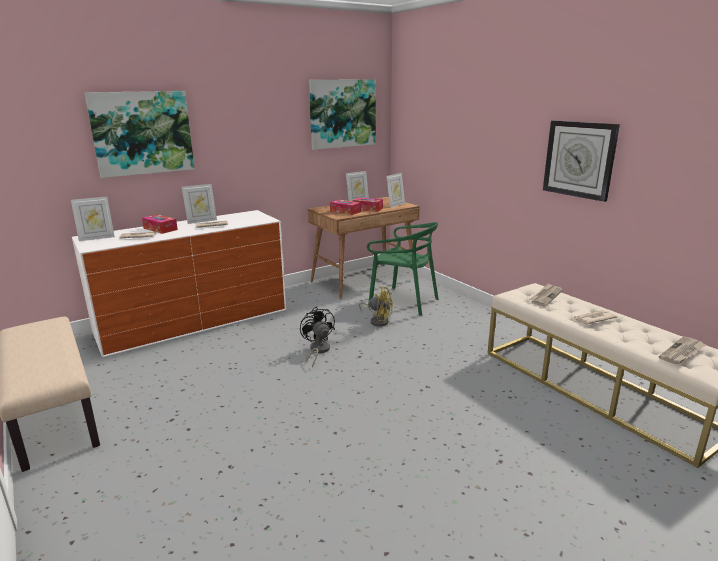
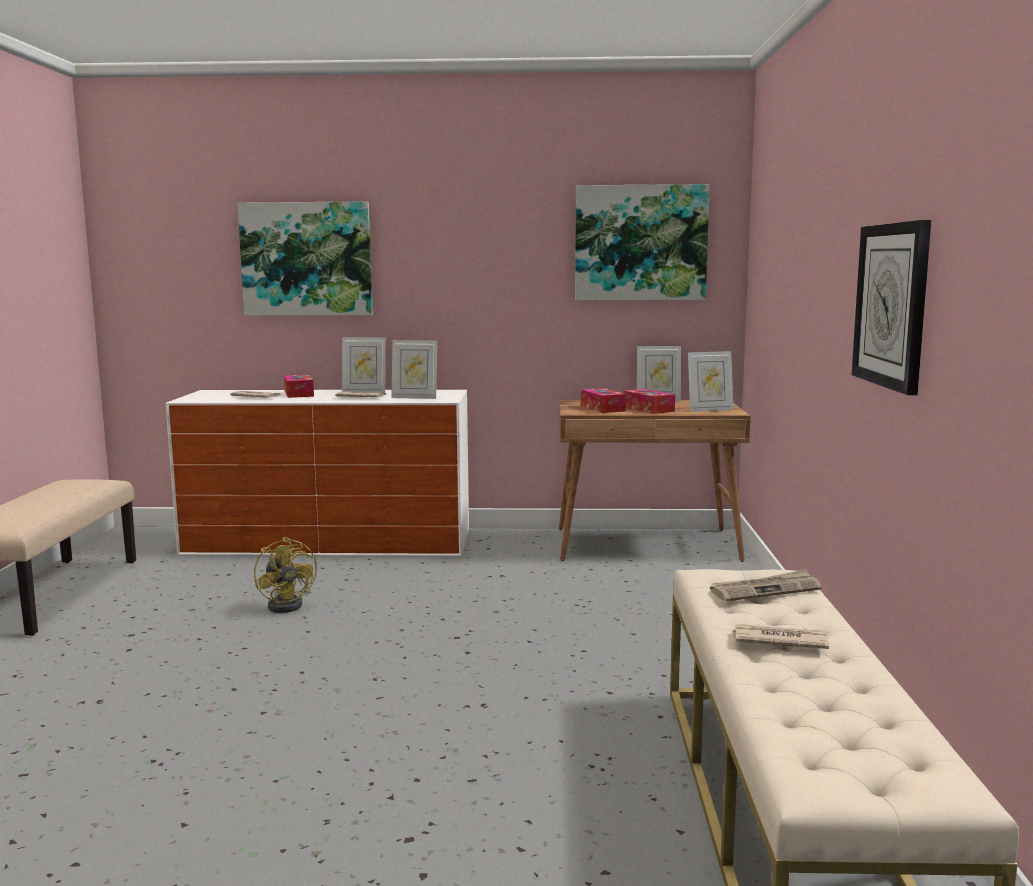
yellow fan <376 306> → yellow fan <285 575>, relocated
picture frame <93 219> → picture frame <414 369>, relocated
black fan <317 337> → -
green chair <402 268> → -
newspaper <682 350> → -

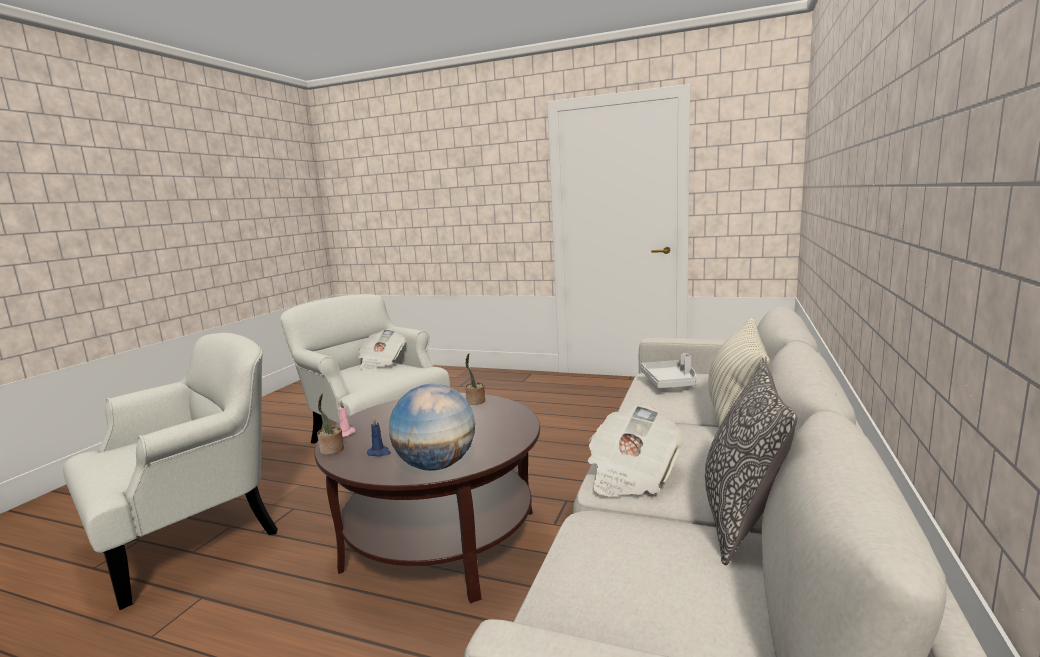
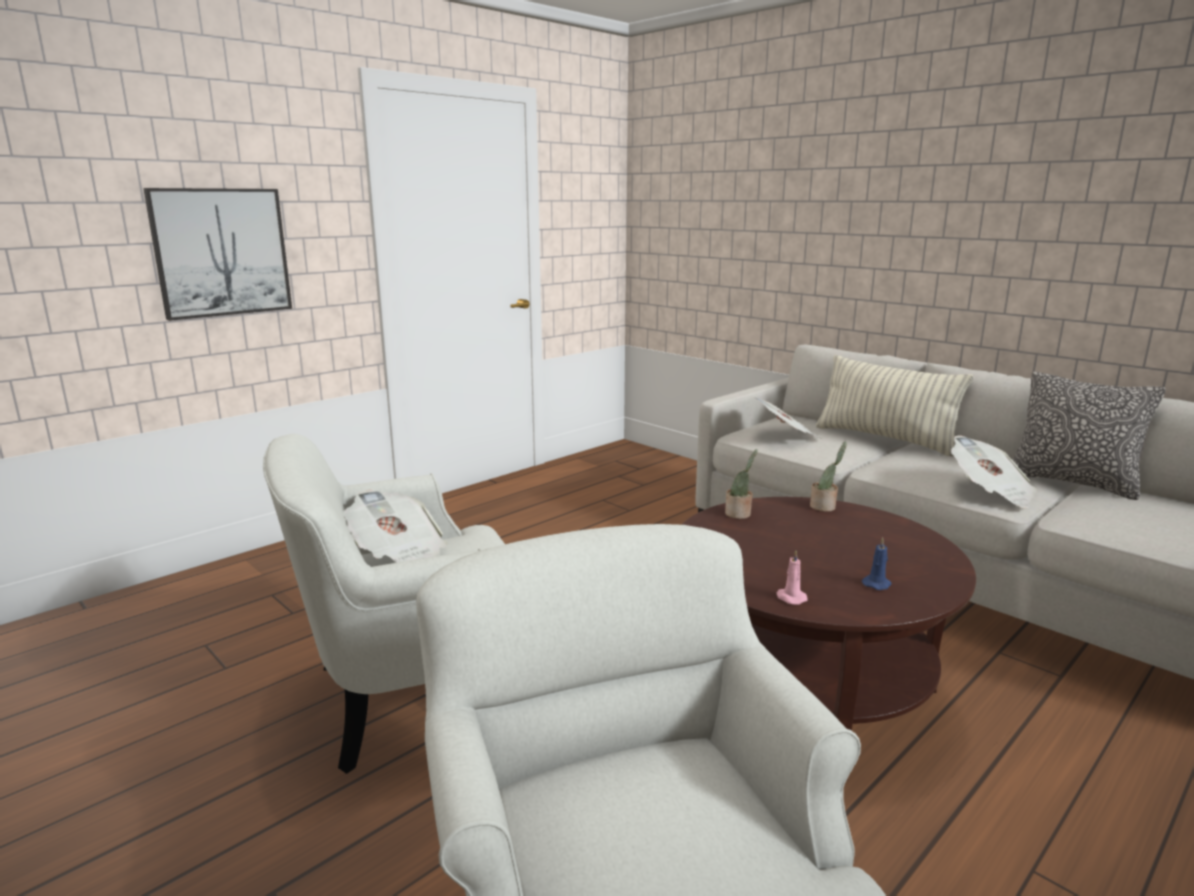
- → picture <217 254>
grey tray <668 370> → newspaper <788 418>
potted plant <330 424> → potted plant <828 477>, relocated
globe <432 427> → -

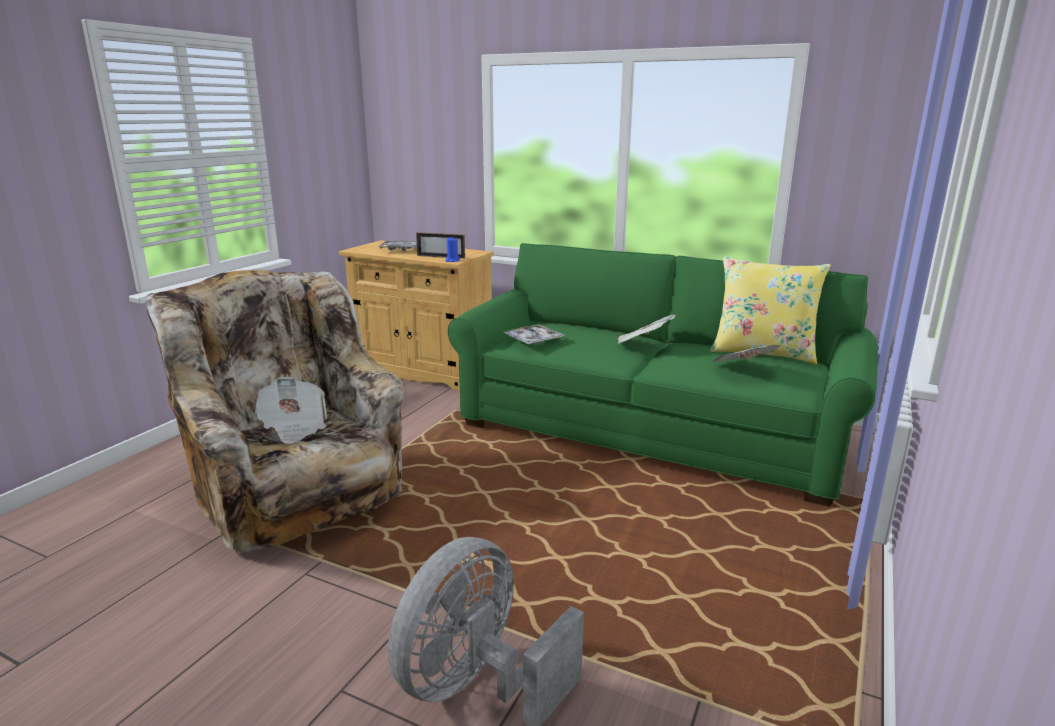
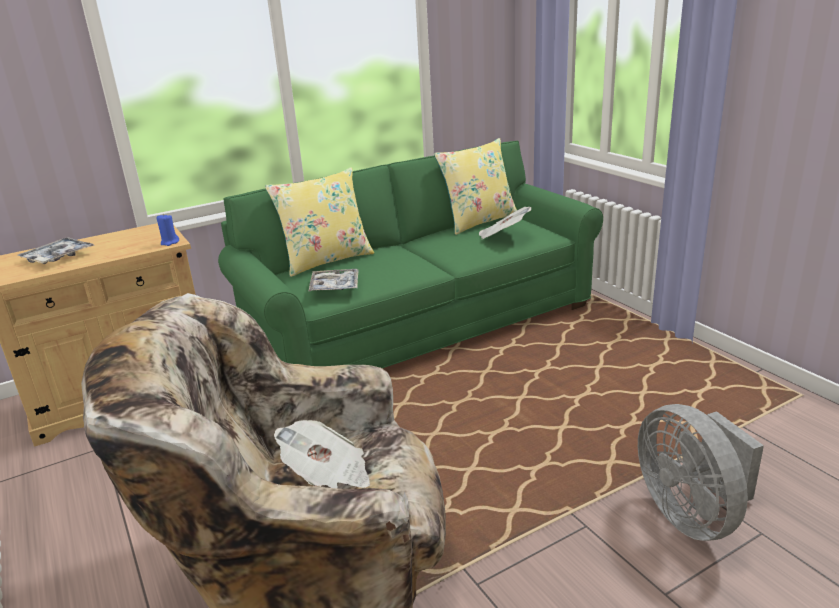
- → yellow pillow <319 222>
picture frame <440 245> → -
newspaper <647 329> → -

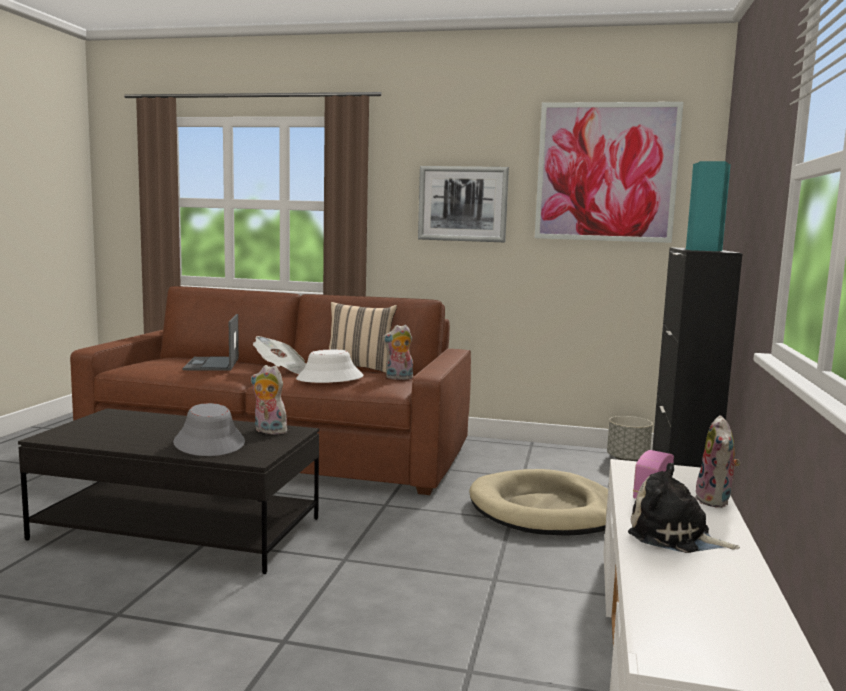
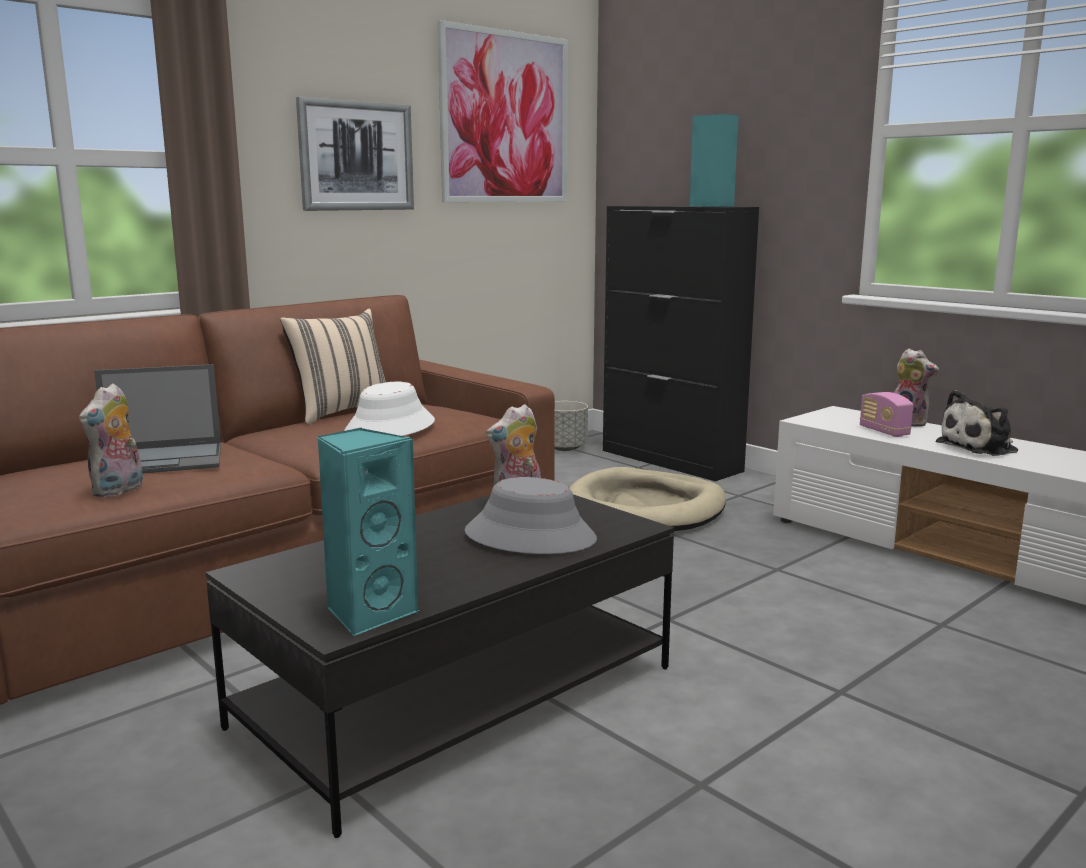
plush toy <397 352> → plush toy <111 440>, relocated
laptop <210 342> → laptop <157 419>, 45 degrees counterclockwise
- → turquoise speaker <368 531>
newspaper <280 355> → -

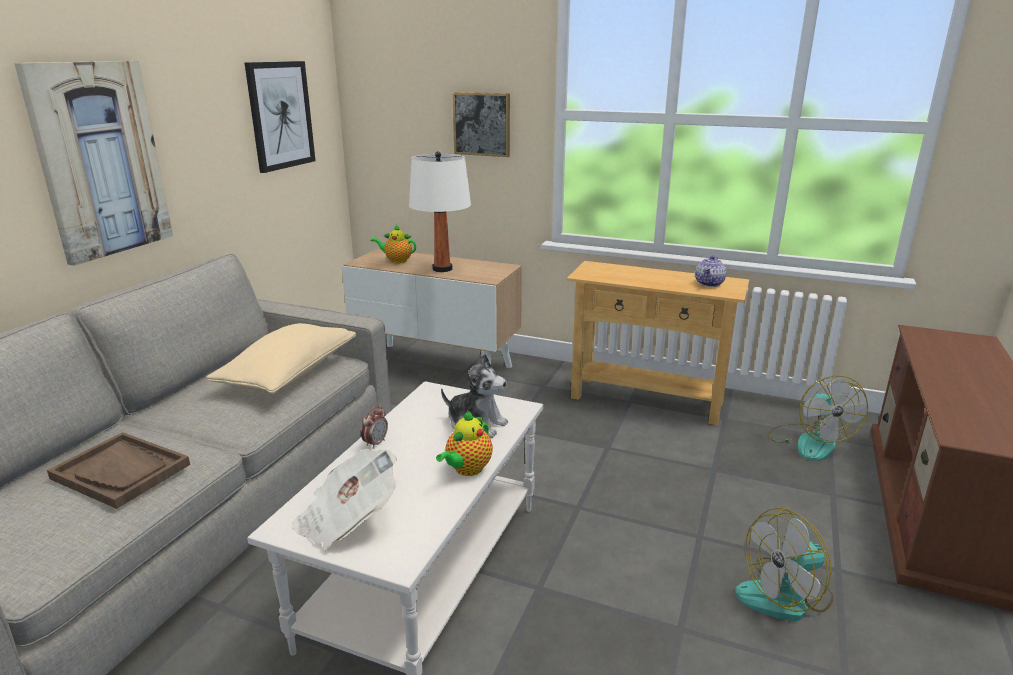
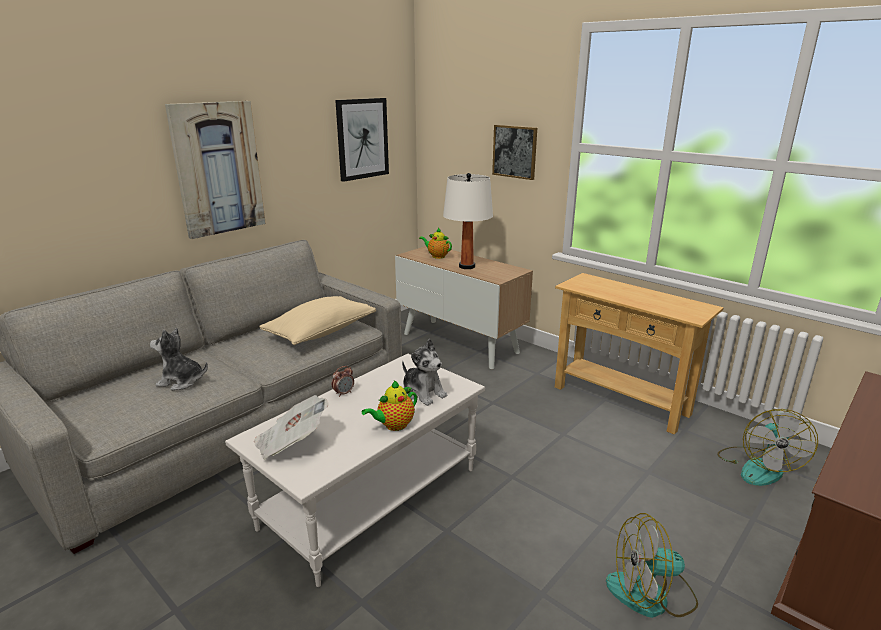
brown tray <118 470> → plush toy <179 359>
teapot <711 271> → -

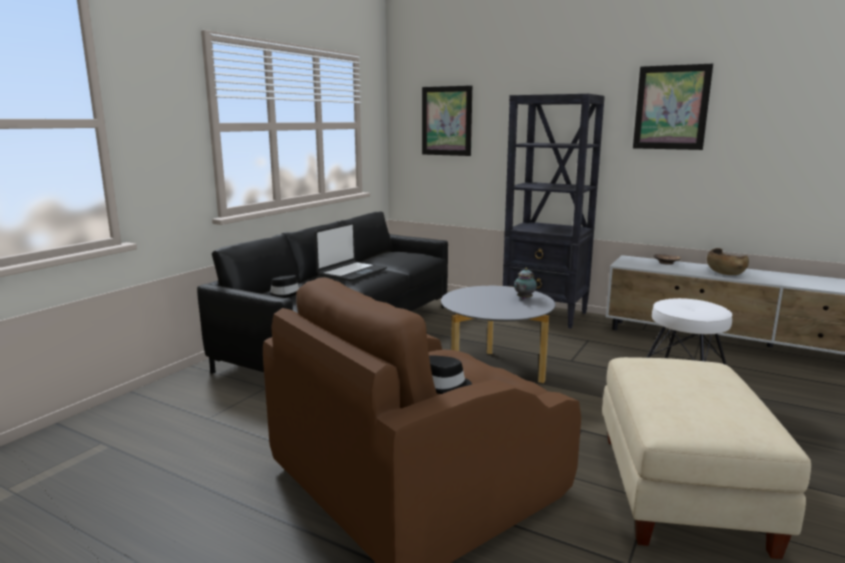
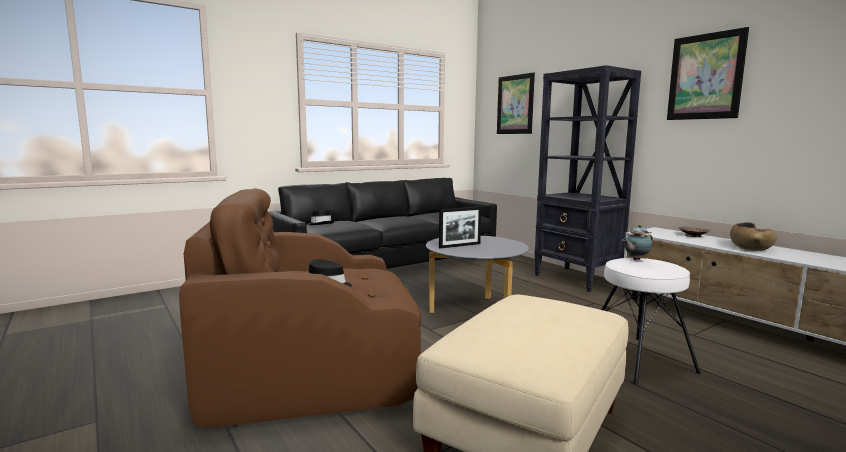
- → picture frame <460 227>
teapot <525 283> → teapot <637 242>, relocated
laptop <350 251> → -

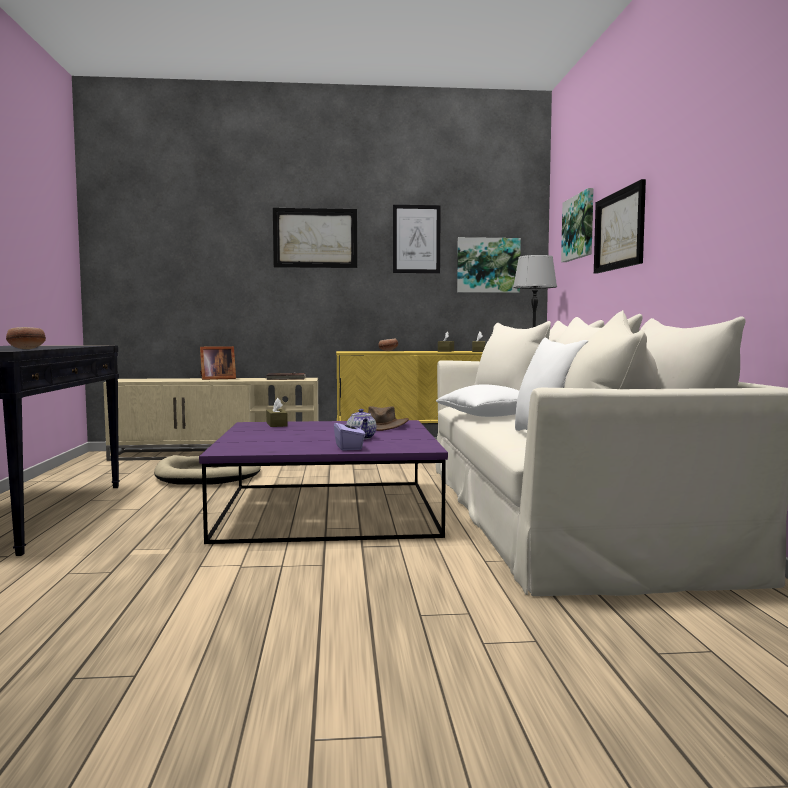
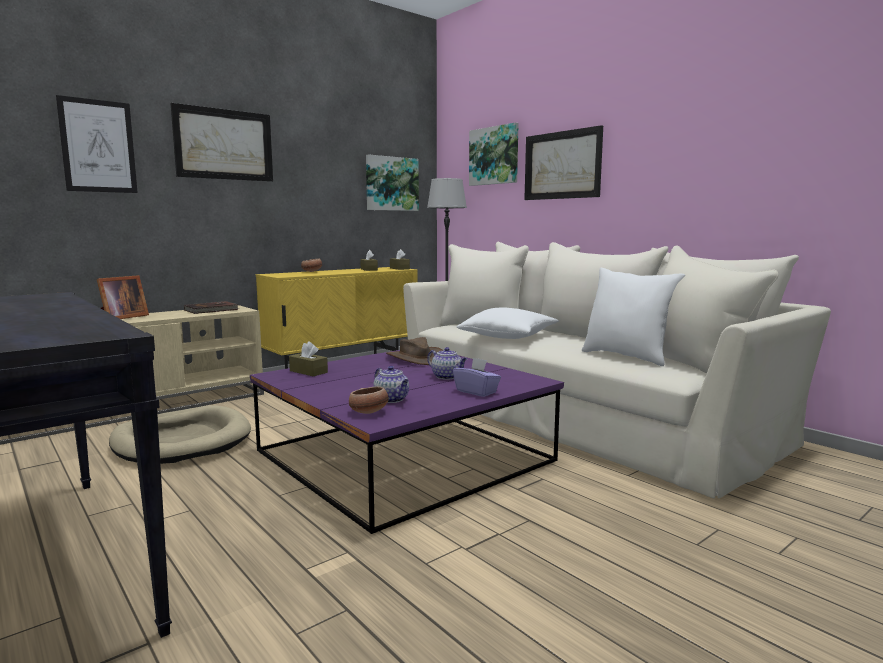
picture <417 239> → picture <97 144>, relocated
bowl <26 338> → bowl <369 400>, relocated
- → teapot <391 384>

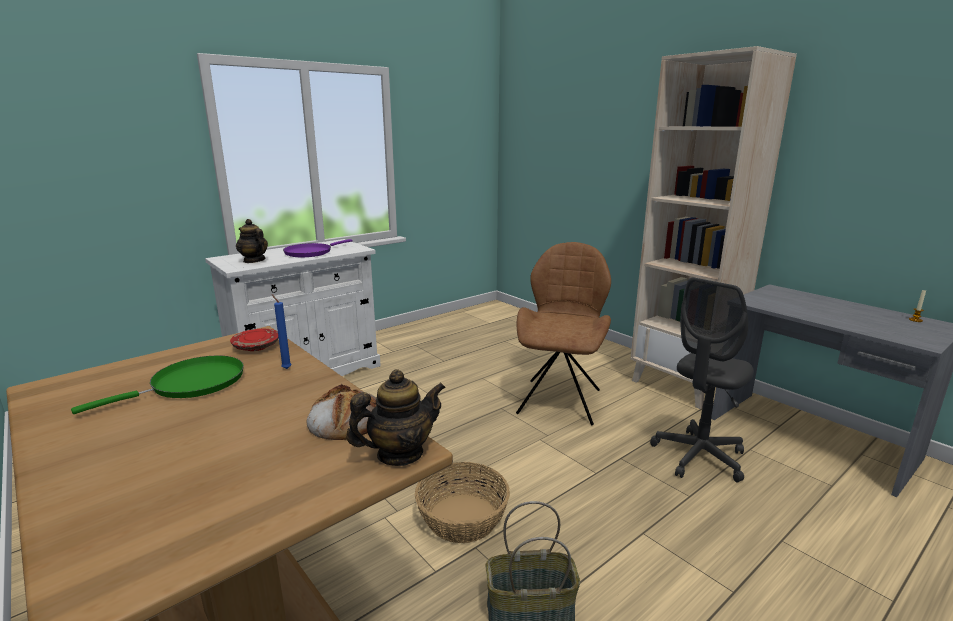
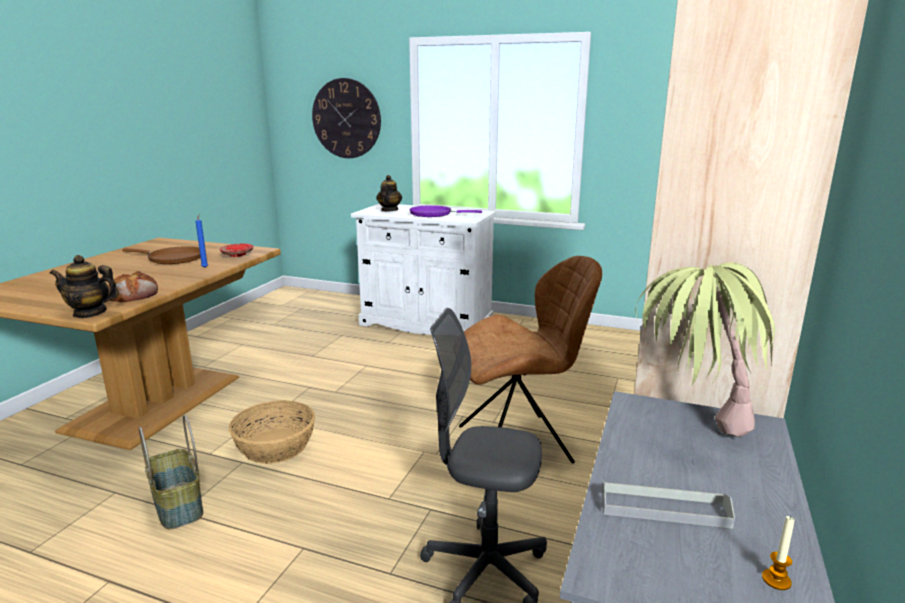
teapot <396 417> → teapot <84 286>, 150 degrees clockwise
green frying pan <157 385> → brown frying pan <161 255>
- → wall clock <346 118>
- → grey tray <668 505>
- → potted plant <705 349>

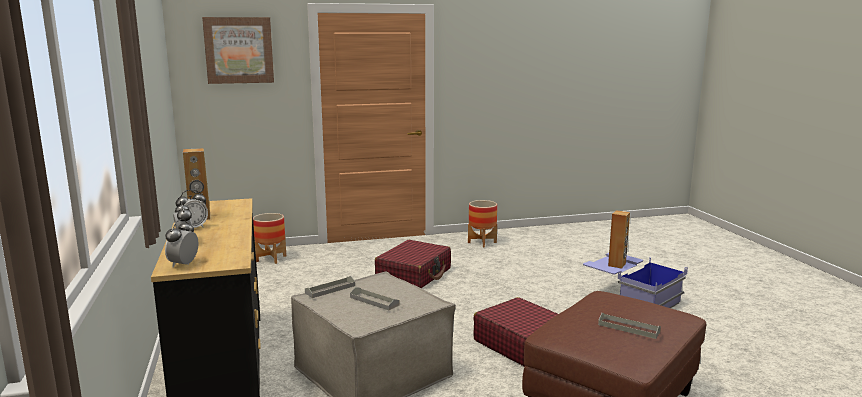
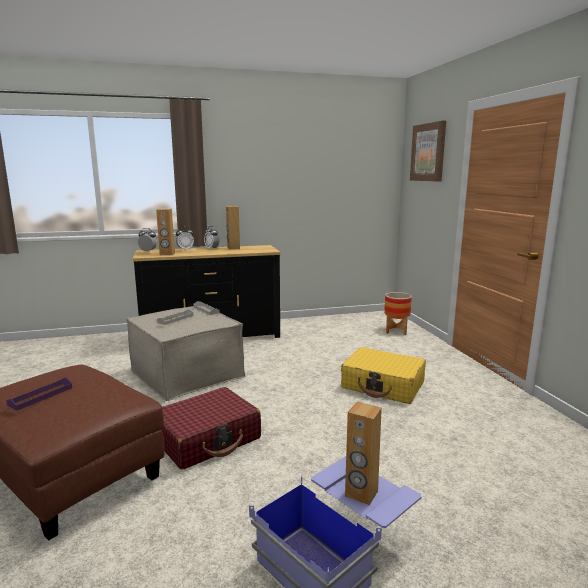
grey tray <629 326> → purple tray <39 394>
- → brown speaker <165 232>
red suitcase <413 264> → yellow suitcase <383 375>
planter <482 224> → -

